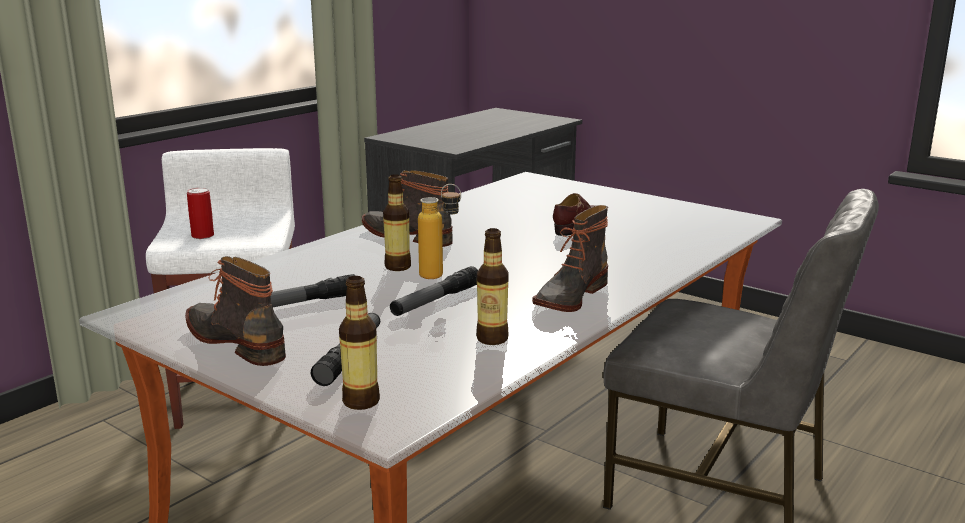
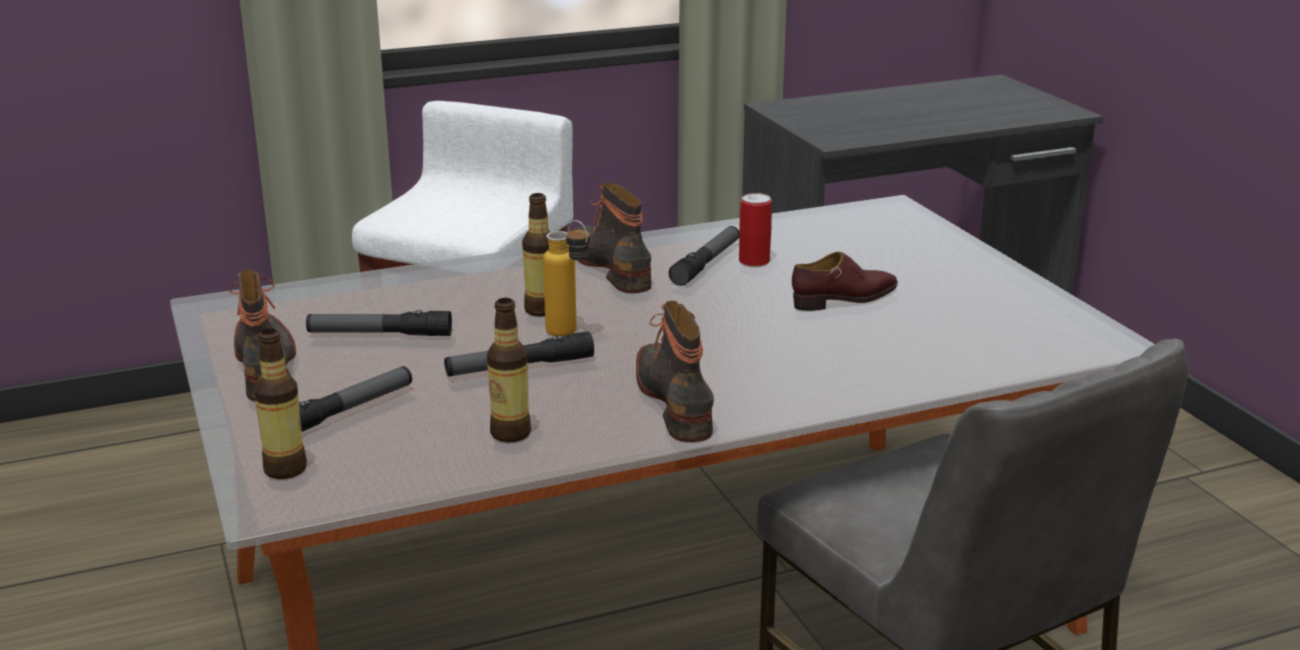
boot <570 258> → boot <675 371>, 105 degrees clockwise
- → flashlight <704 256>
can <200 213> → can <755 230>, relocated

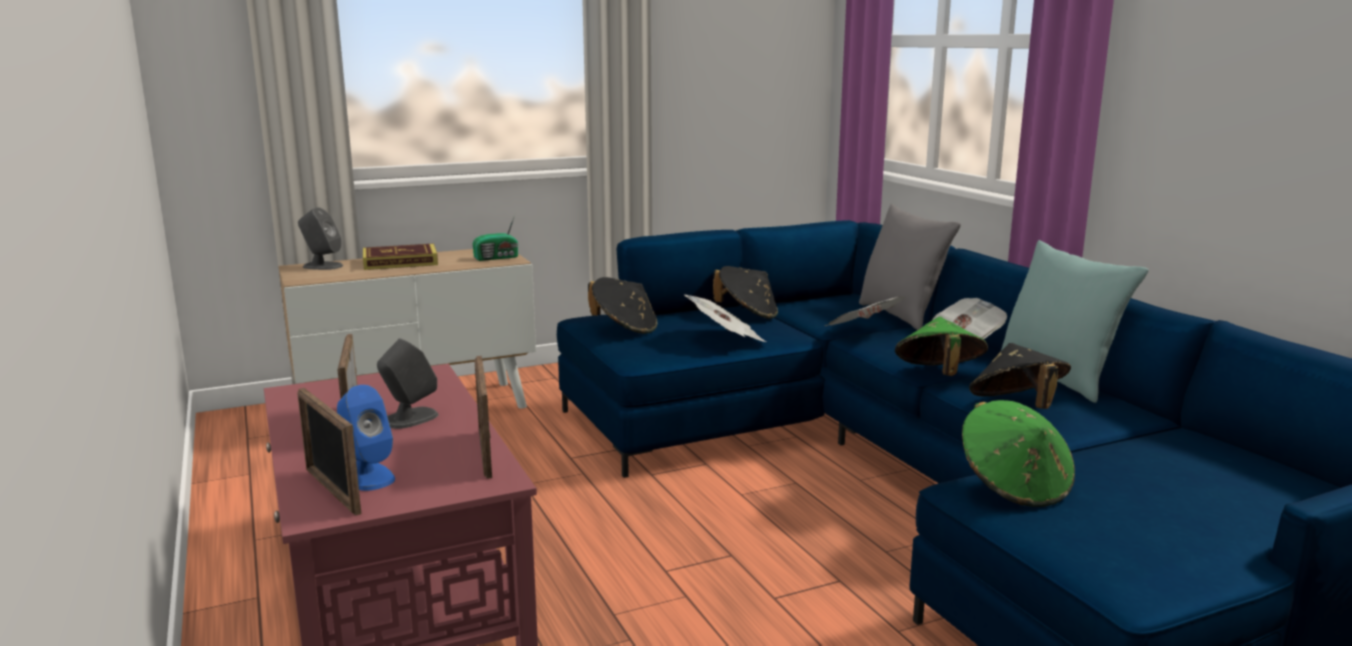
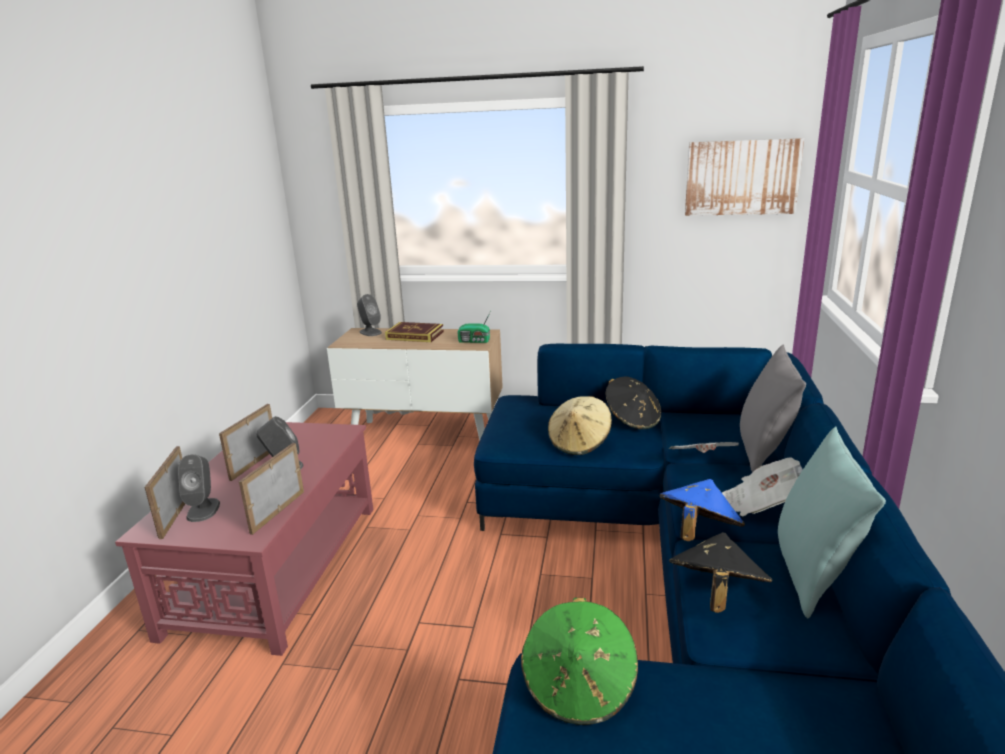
blue speaker <366 438> → grey speaker <199 488>
newspaper <725 318> → beige hat <580 425>
green hat <941 346> → blue hat <702 510>
- → picture <744 177>
black hat <622 305> → -

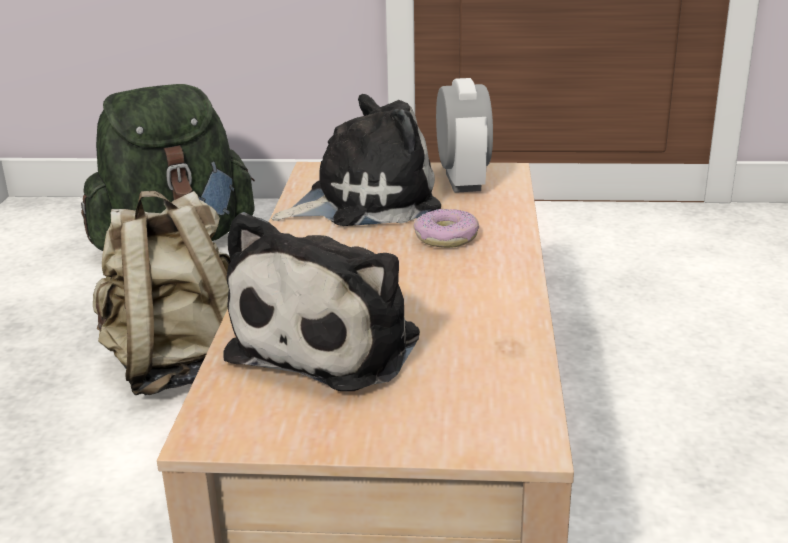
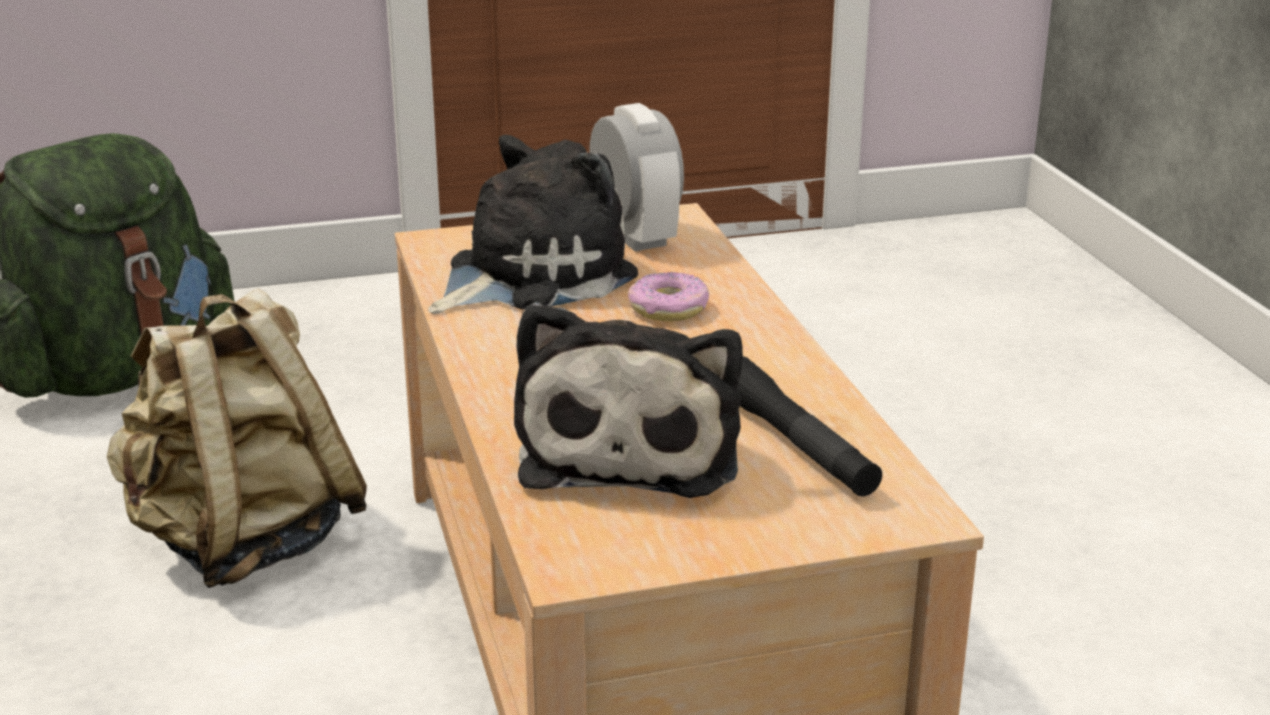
- → black flashlight <809 426>

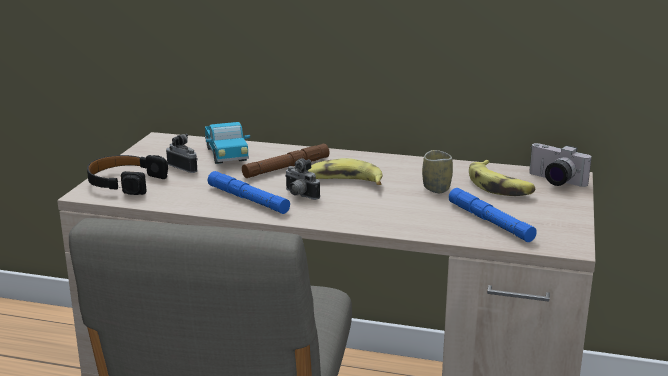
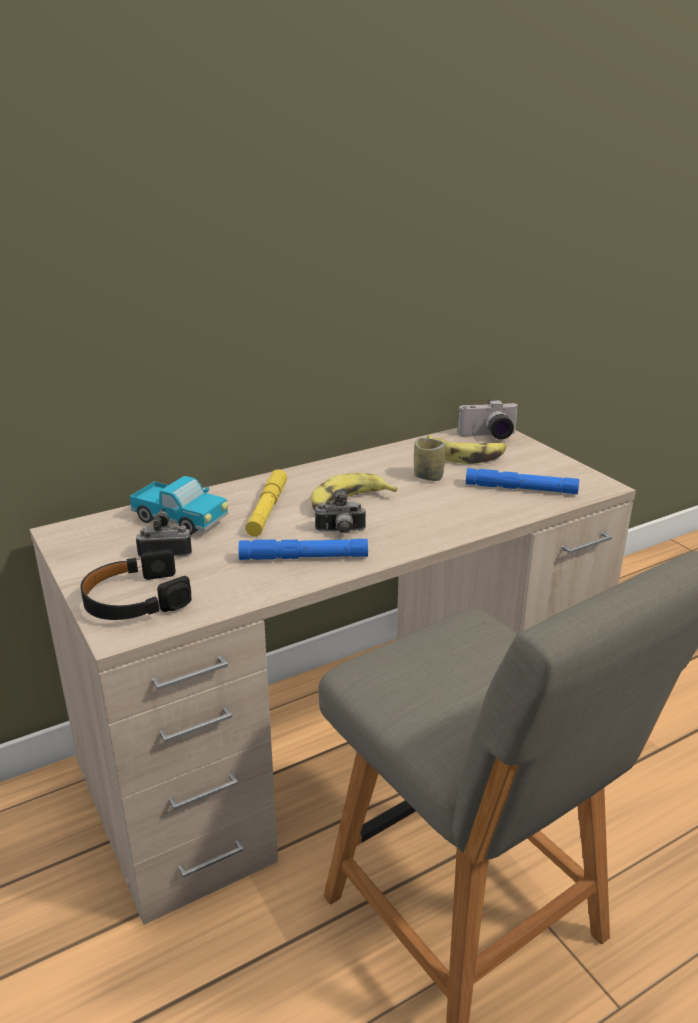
brown flashlight <286 161> → yellow flashlight <266 503>

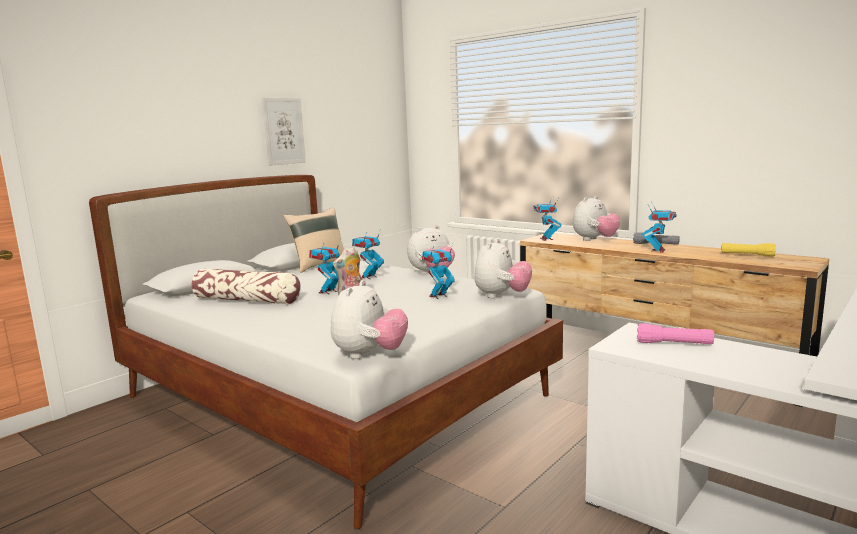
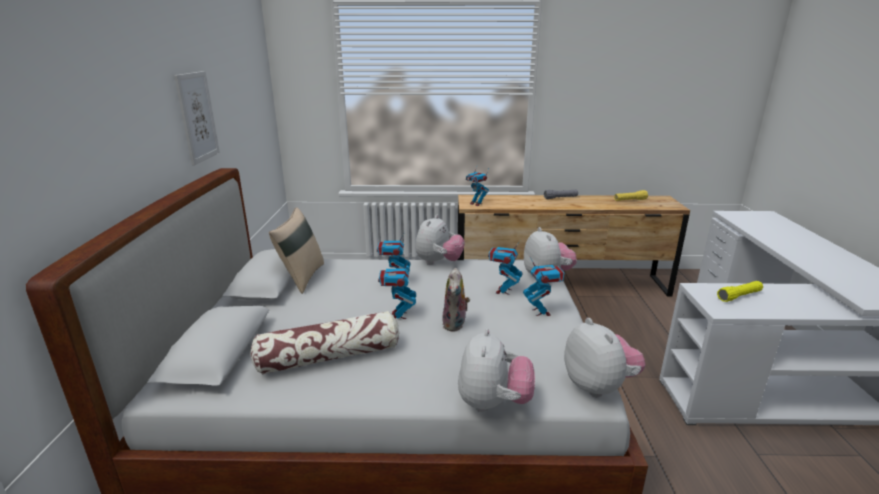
plush toy <596 218> → plush toy <496 370>, relocated
toy robot <659 226> → toy robot <543 286>, relocated
pink flashlight <675 333> → yellow flashlight <740 291>

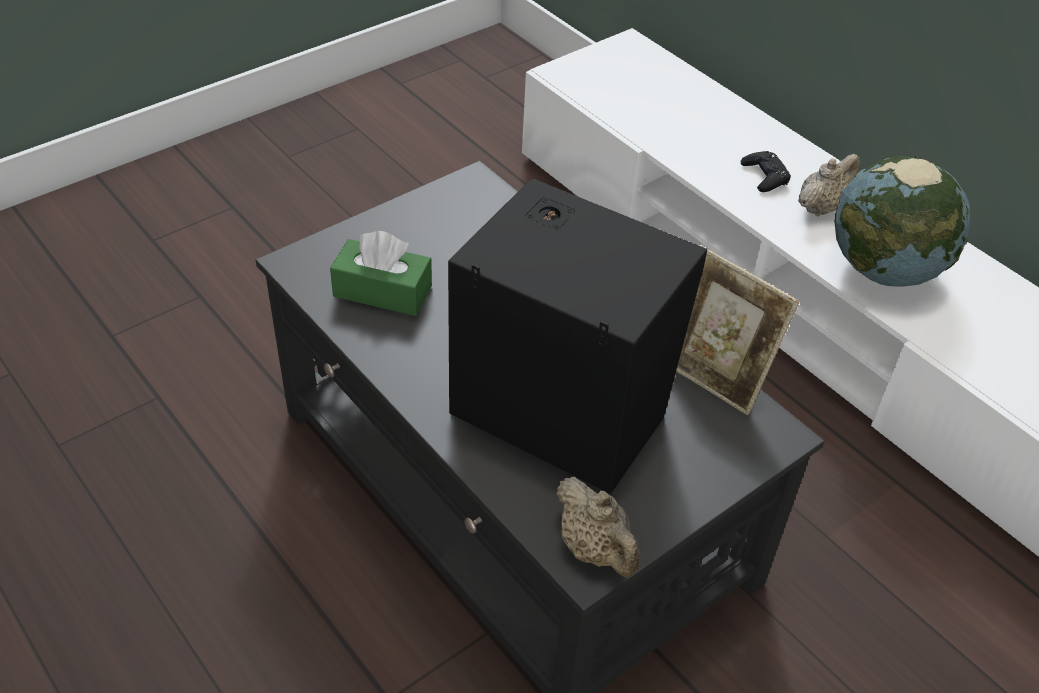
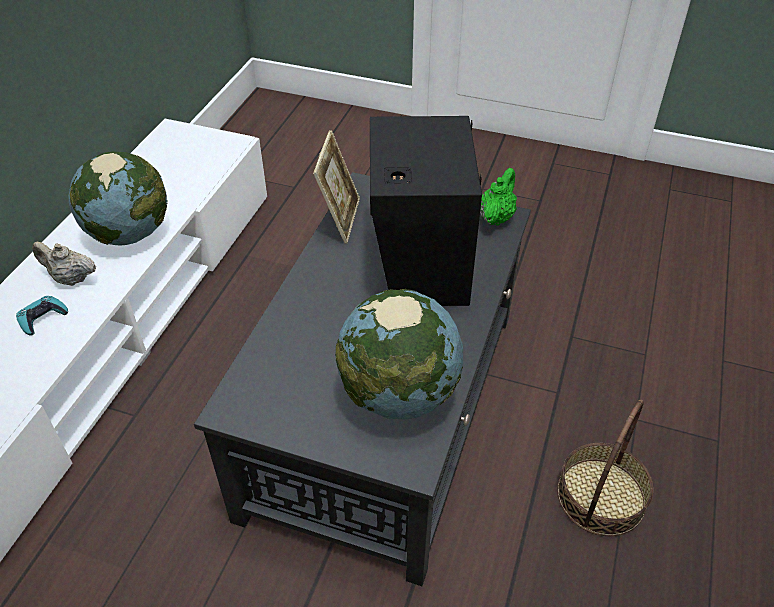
black game controller <765 171> → turquoise game controller <42 316>
green tissue box <381 273> → globe <399 354>
beige teapot <598 527> → green teapot <498 197>
- → basket <605 467>

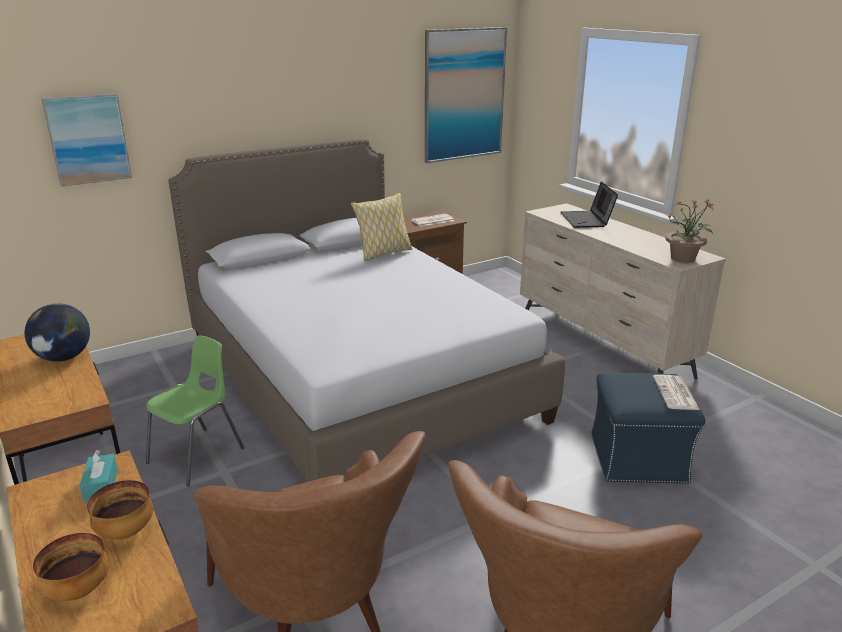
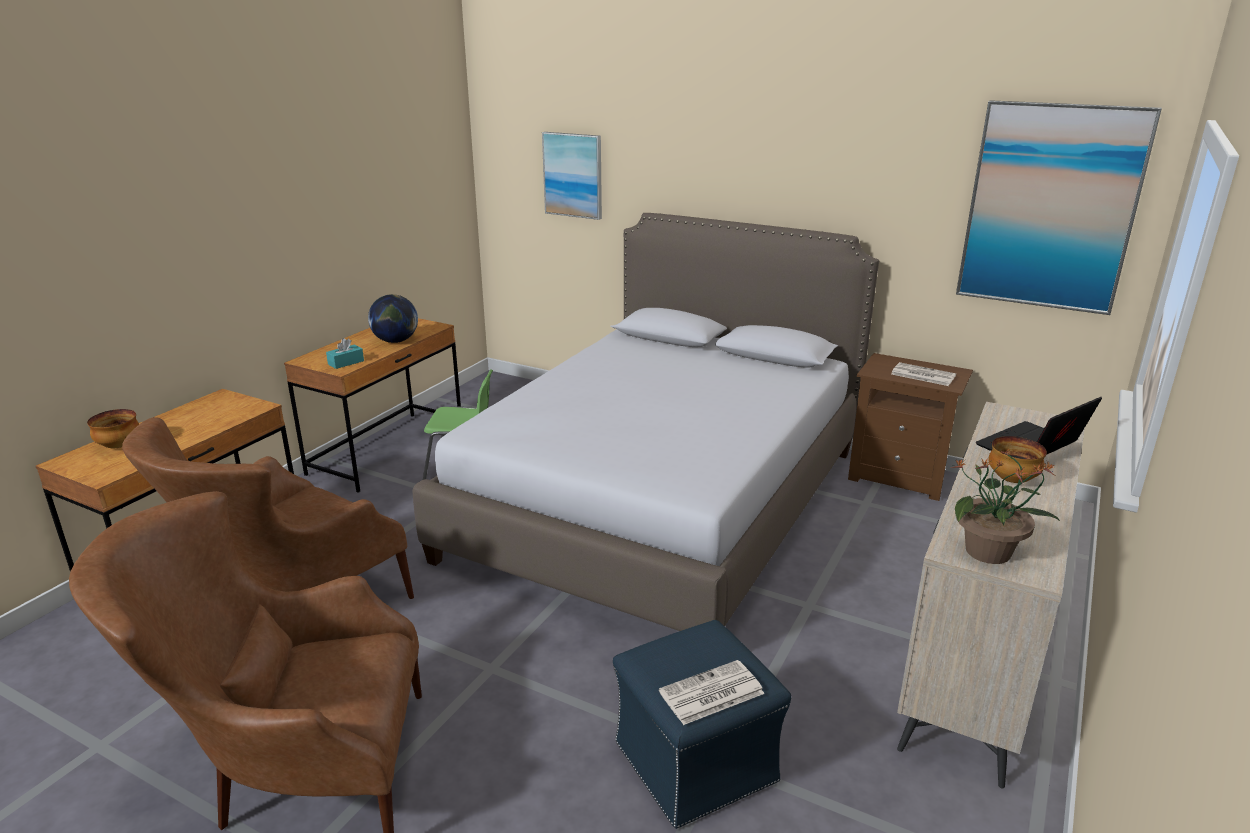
turquoise tissue box <98 476> → turquoise tissue box <345 353>, relocated
bowl <120 509> → bowl <1017 459>, relocated
pillow <381 227> → -

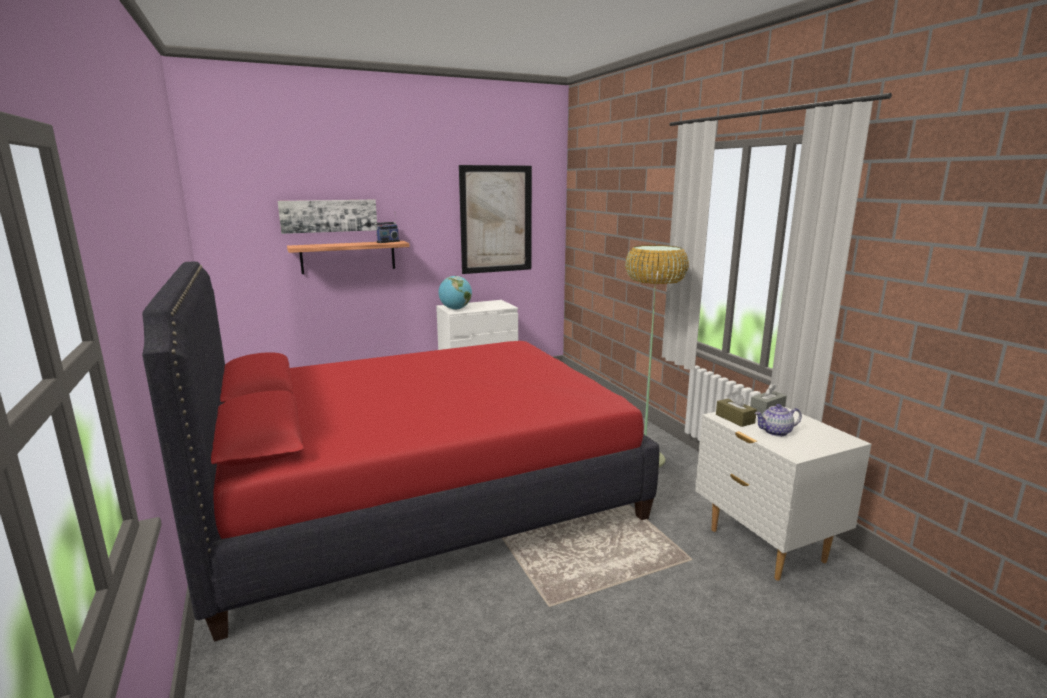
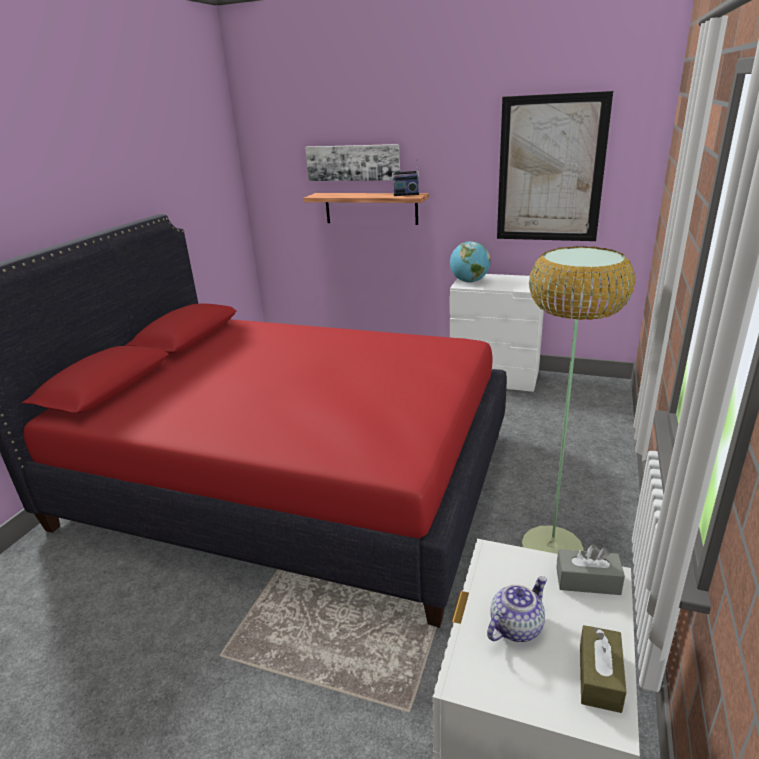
teapot <778 420> → teapot <517 609>, 105 degrees clockwise
brown tissue box <736 409> → brown tissue box <603 669>, relocated

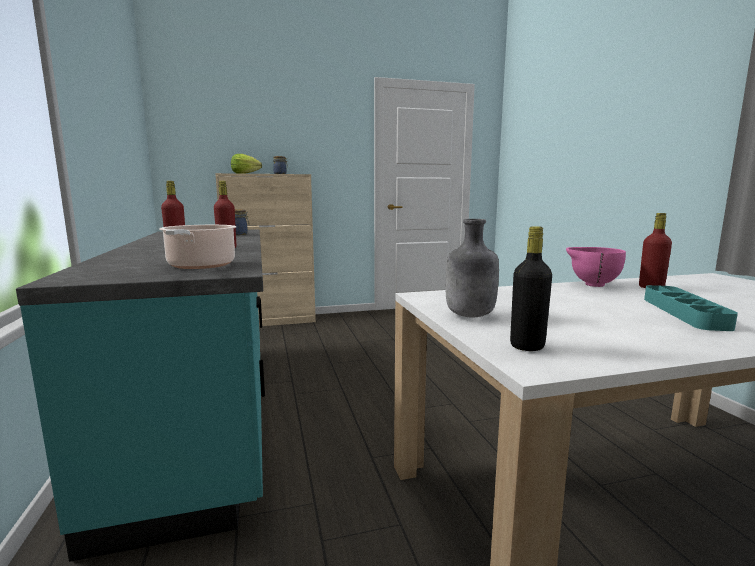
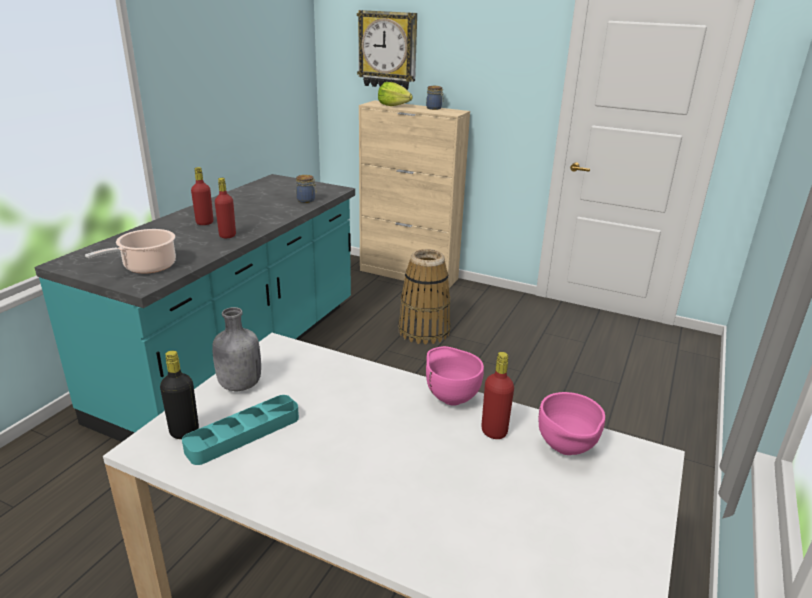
turquoise tray <691 308> → turquoise tray <240 430>, relocated
- → wall clock <387 50>
- → basket <424 297>
- → pink bowl <572 423>

